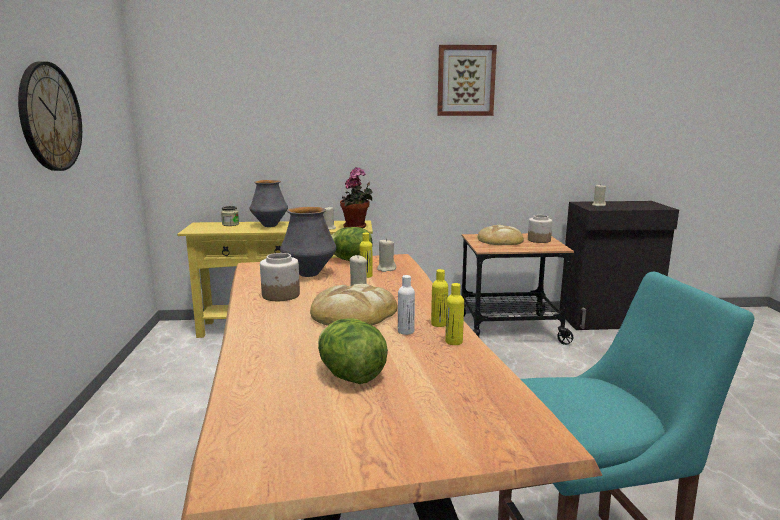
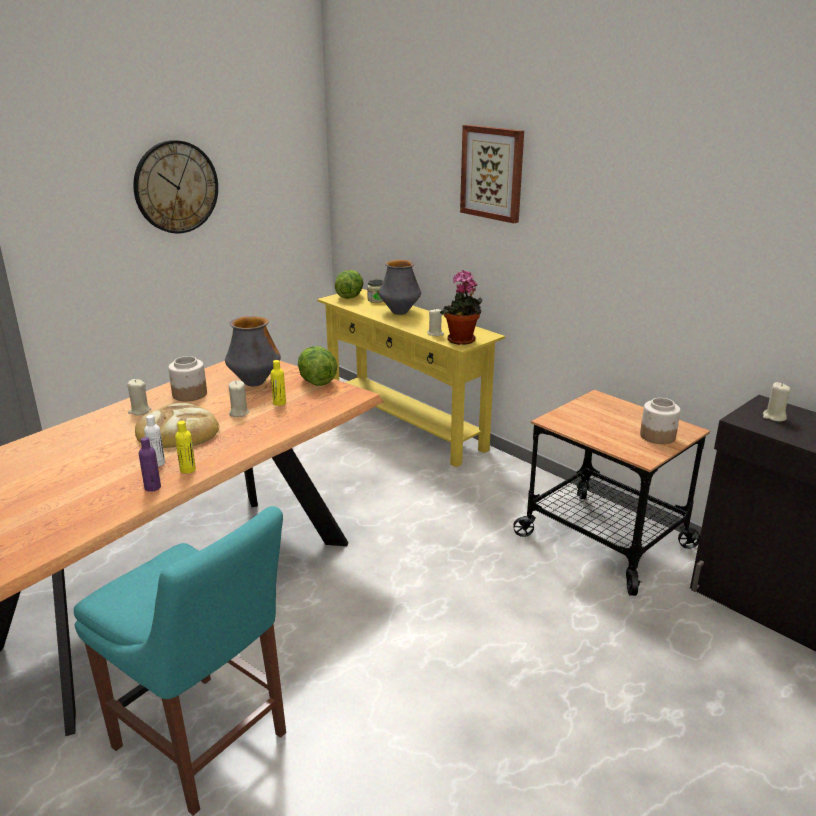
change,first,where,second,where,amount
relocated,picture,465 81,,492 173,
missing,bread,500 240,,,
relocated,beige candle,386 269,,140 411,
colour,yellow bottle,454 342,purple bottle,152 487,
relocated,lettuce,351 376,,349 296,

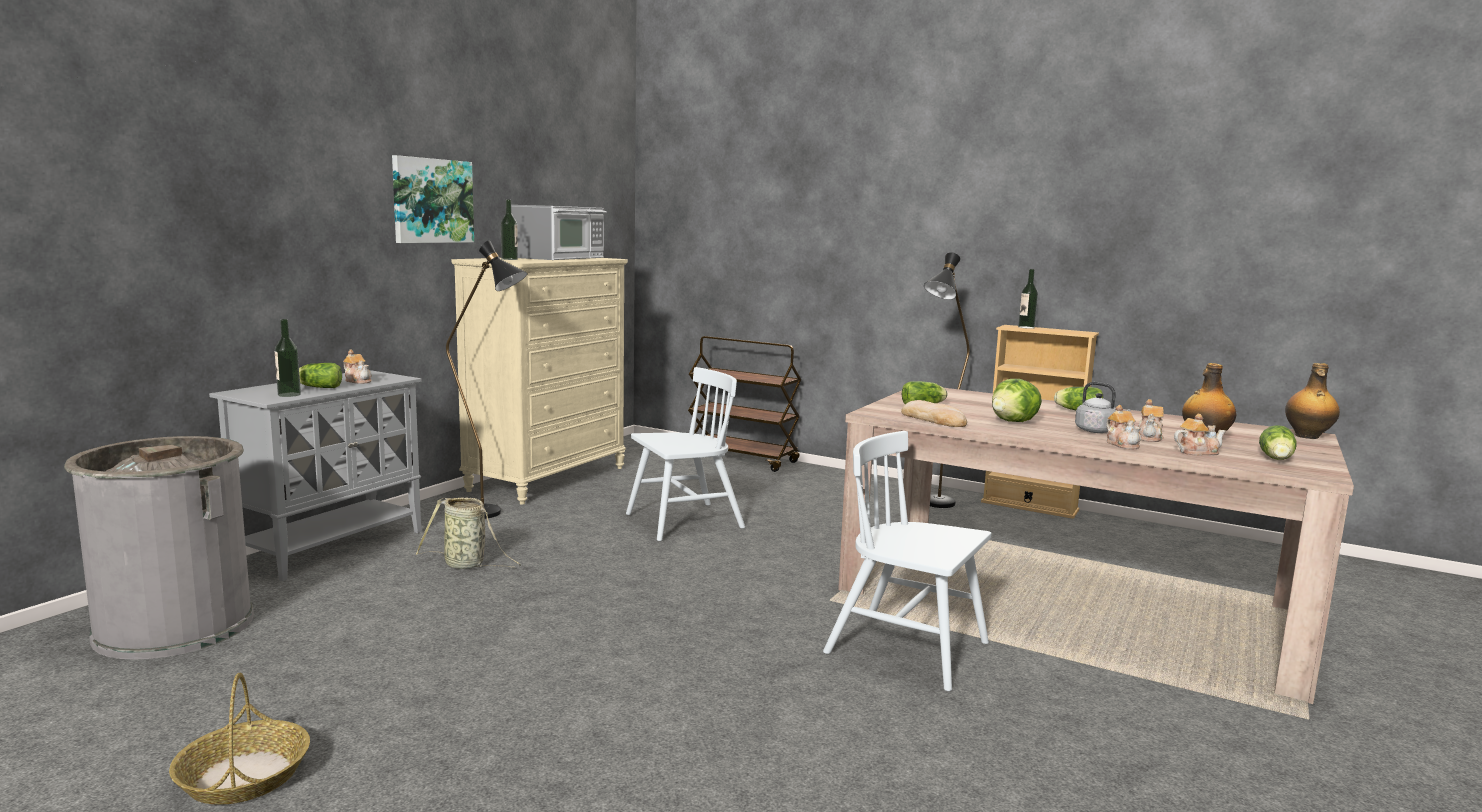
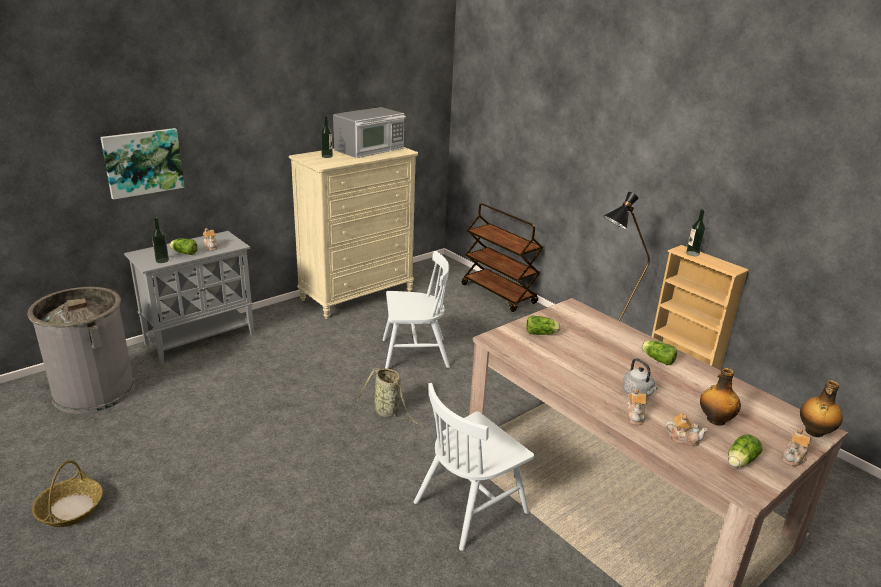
change,first,where,second,where,amount
relocated,picture,432 201,,143 162,
missing,black floor lamp,494 515,,,
missing,lettuce,1014 422,,,
relocated,teapot,1149 438,,793 457,
missing,bread,934 419,,,
spun,white chair,908 648,,471 506,90 degrees counterclockwise
relocated,basket,467 565,,388 412,

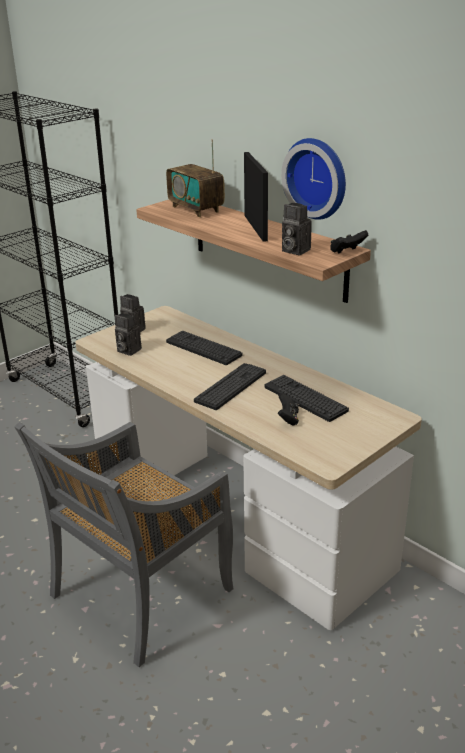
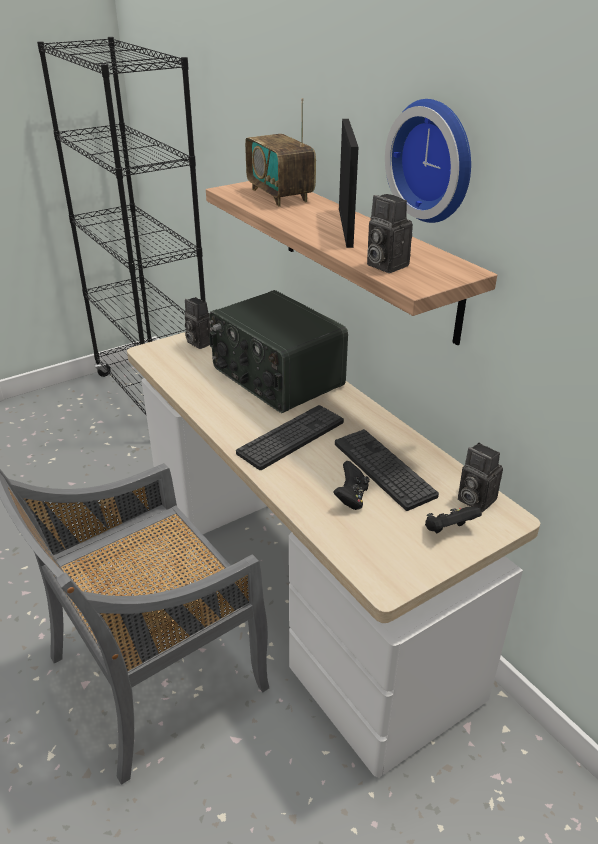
change,first,where,second,where,amount
relocated,black game controller,347 251,,448 530,
relocated,photo camera,127 350,,473 499,
exchanged,keyboard,203 348,radio,276 377,

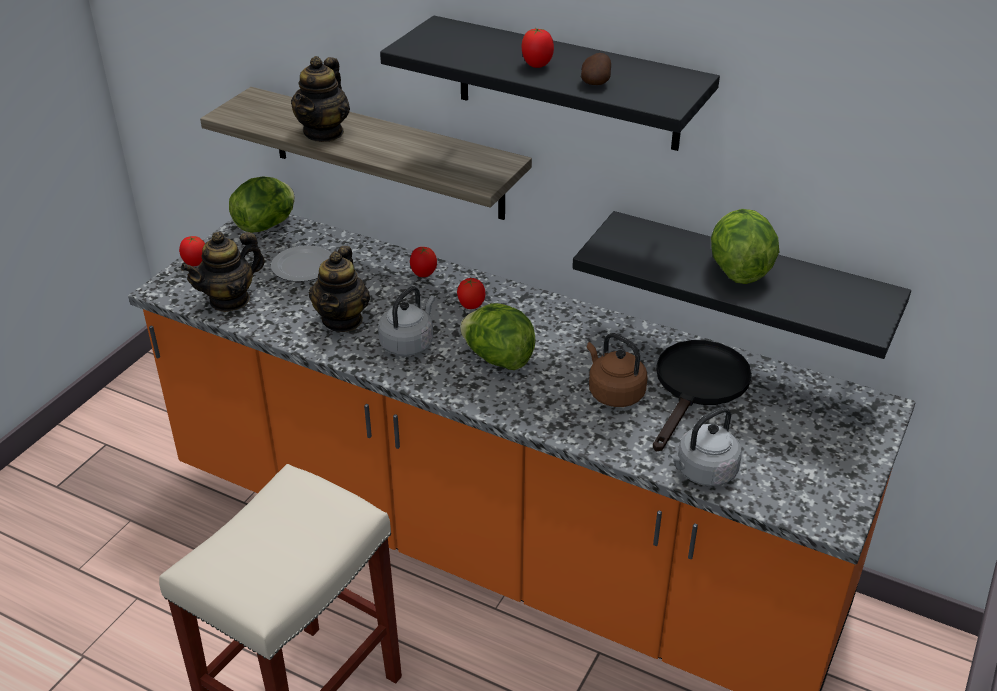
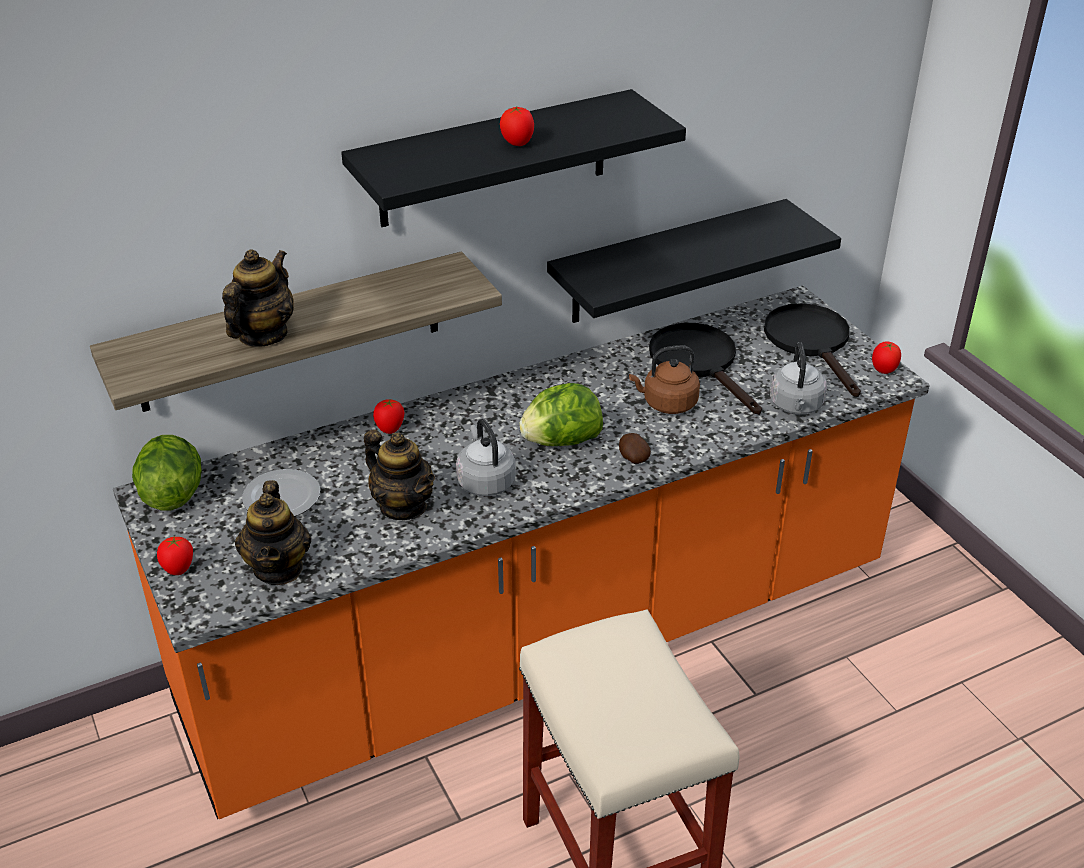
change,first,where,second,where,amount
relocated,potato,596 82,,632 458,
spun,teapot,324 132,,263 335,120 degrees counterclockwise
missing,lettuce,738 270,,,
relocated,tomato,471 306,,883 371,
appeared,,,black frying pan,812 343,

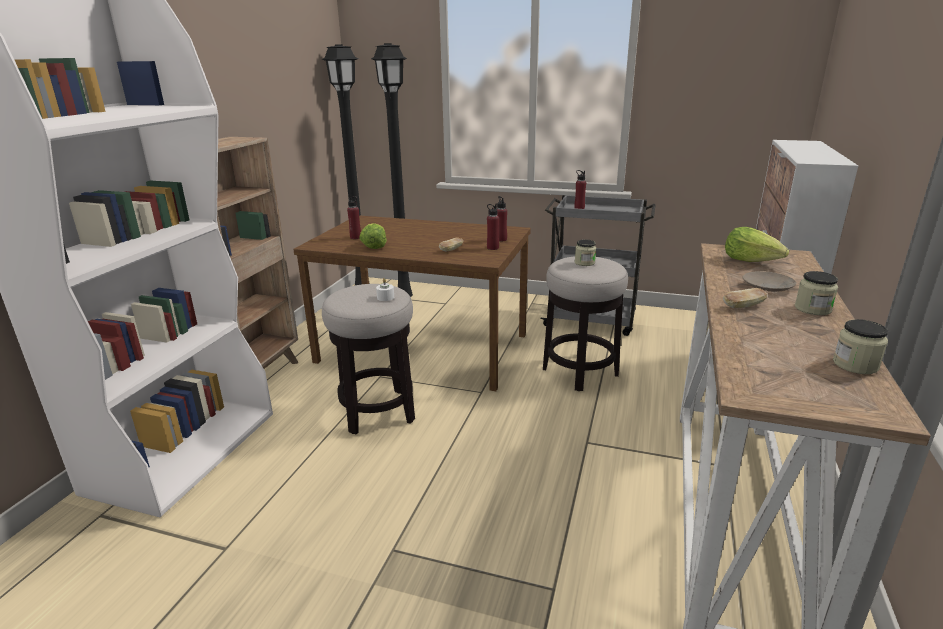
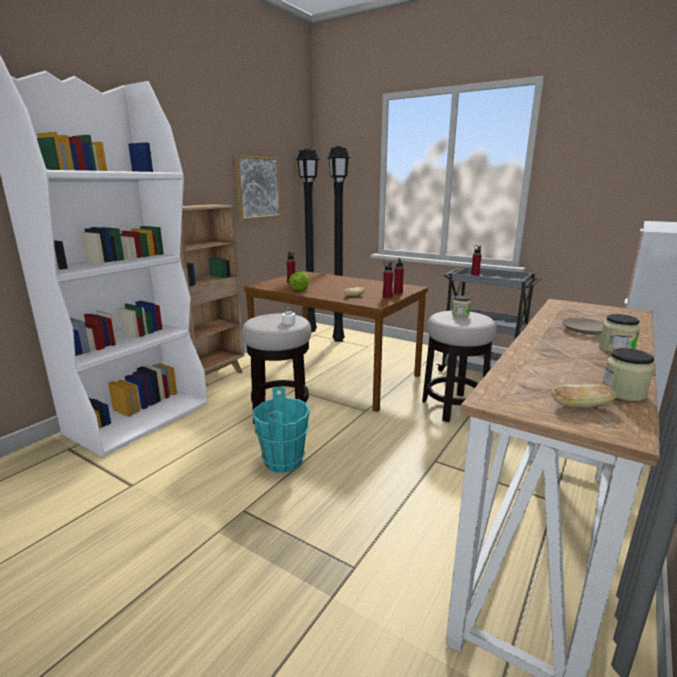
change,first,where,second,where,amount
missing,lettuce,751 261,,,
relocated,bread,743 306,,580 406,
appeared,,,picture,257 188,
appeared,,,turquoise bucket,284 461,

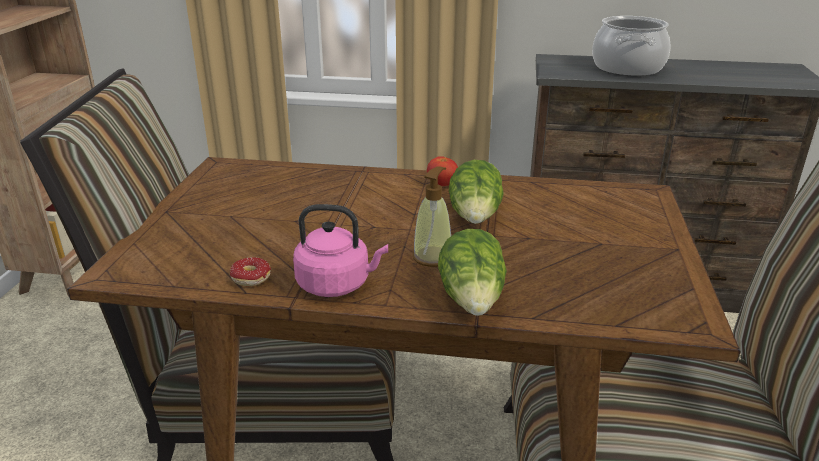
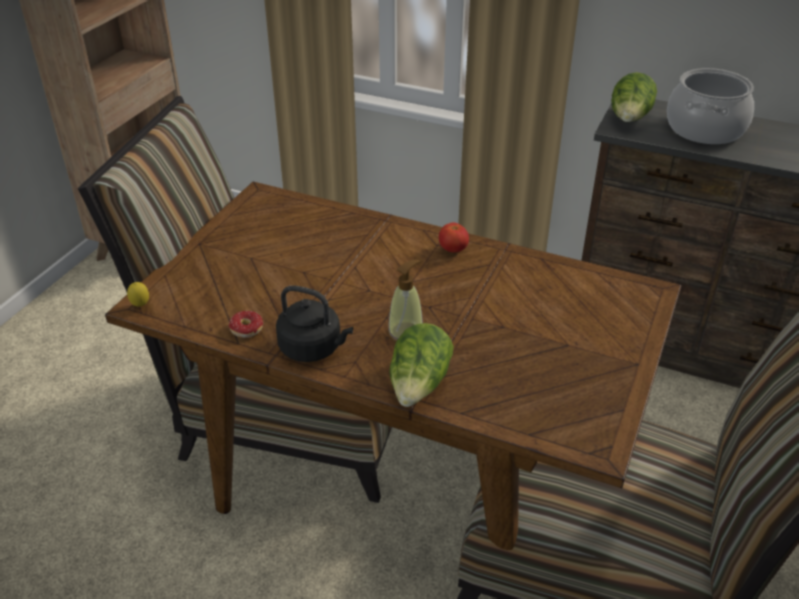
change,first,where,second,where,amount
relocated,lettuce,475 217,,630 118,
colour,pink kettle,337 284,black kettle,313 348,
appeared,,,lemon,141 306,

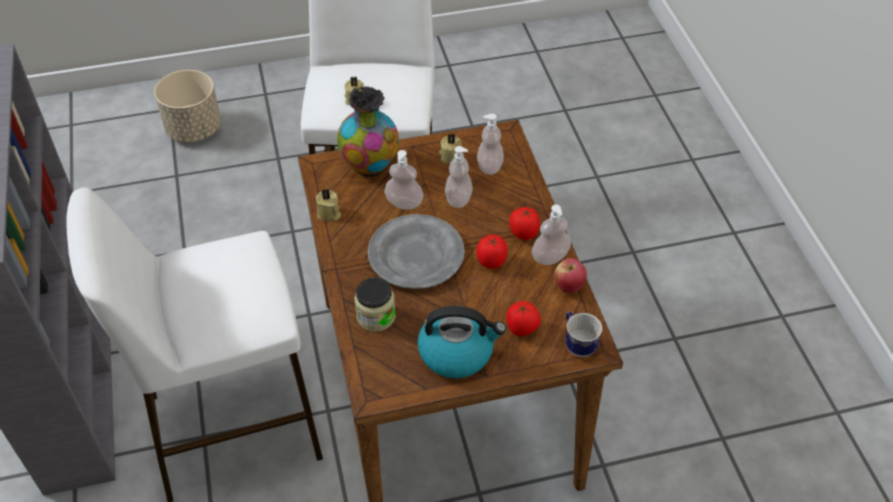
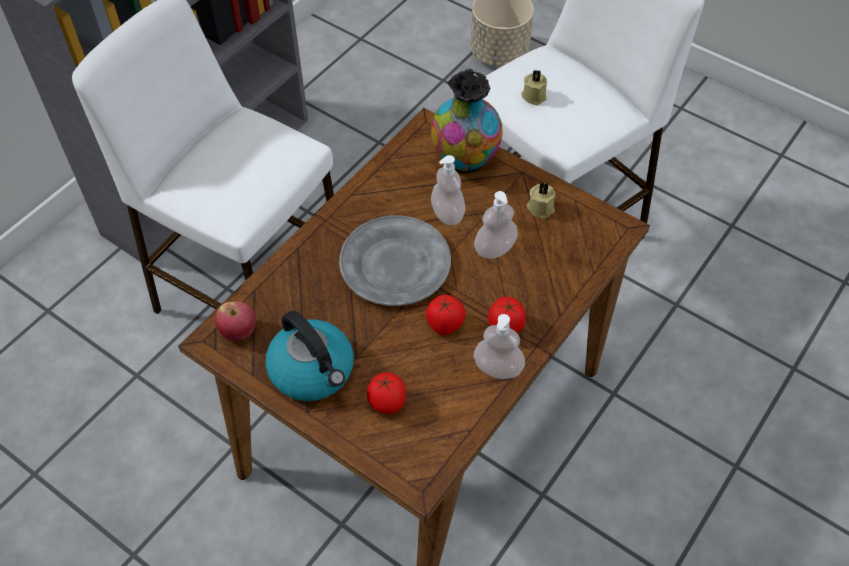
change,first,where,second,where,amount
missing,soap dispenser,489 166,,,
missing,beige candle,329 213,,,
relocated,apple,568 286,,239 332,
missing,jar,376 316,,,
missing,mug,577 344,,,

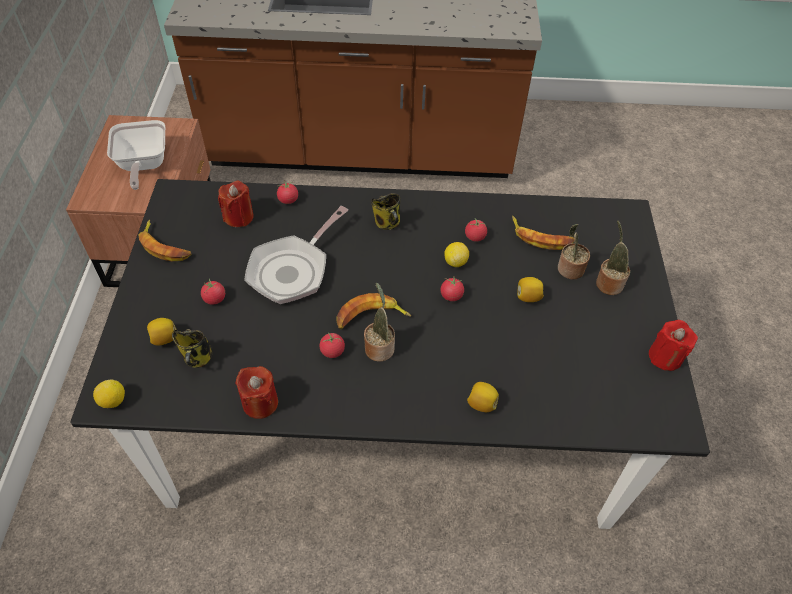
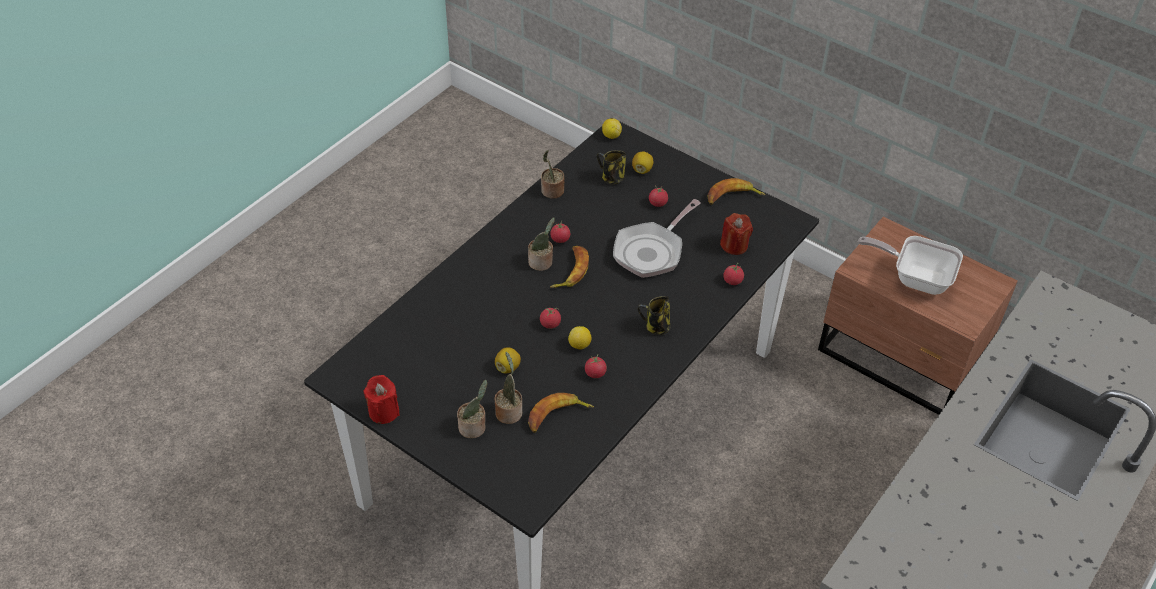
change,first,where,second,where,amount
spun,frying pan,293 270,,651 251,120 degrees counterclockwise
exchanged,red candle,260 403,potted plant,551 192,
missing,lemon,481 403,,,

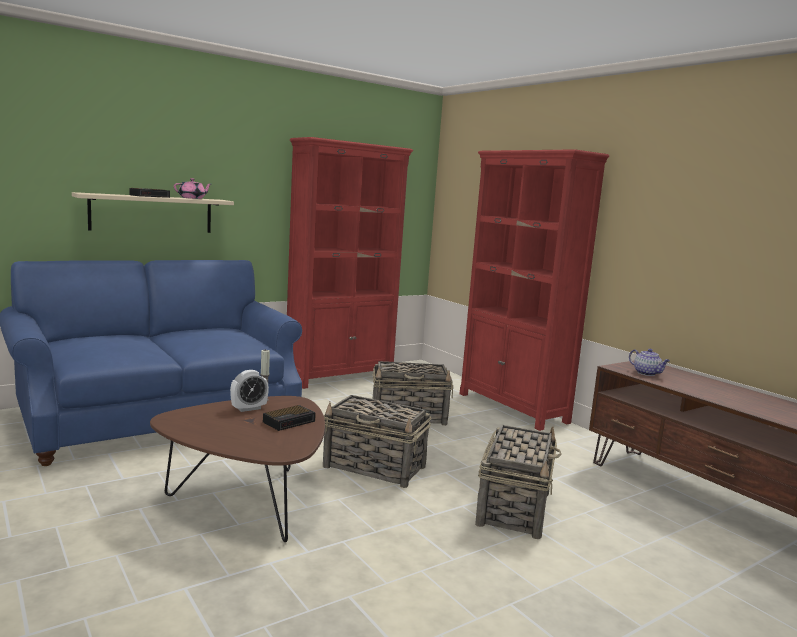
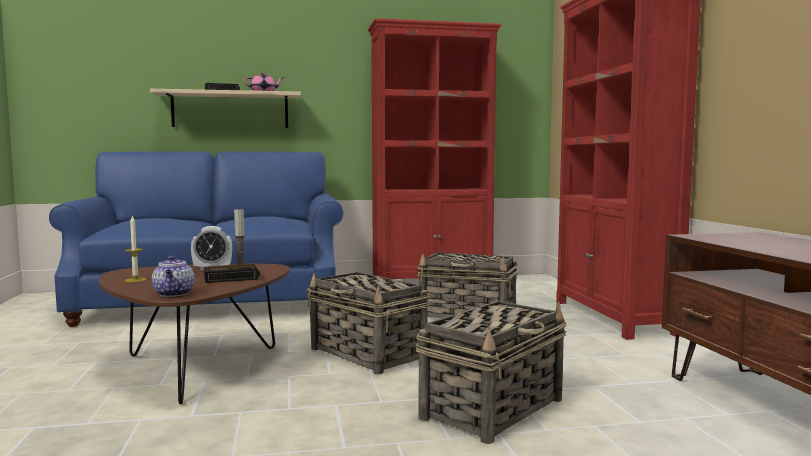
change,first,where,second,where,amount
relocated,teapot,647 373,,174 294,
appeared,,,candle,135 280,

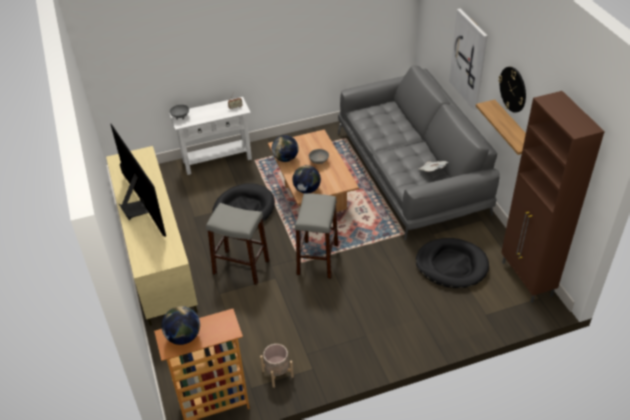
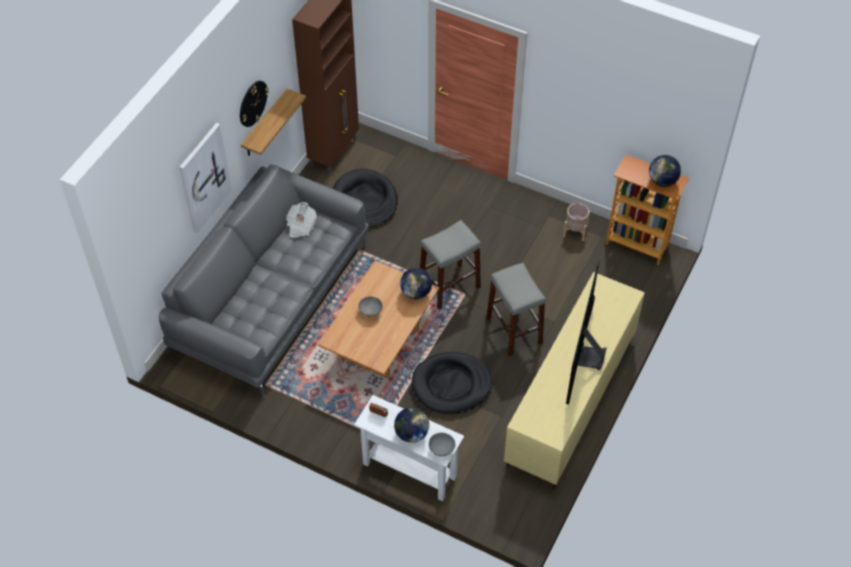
change,first,where,second,where,amount
relocated,globe,285 158,,411 433,

